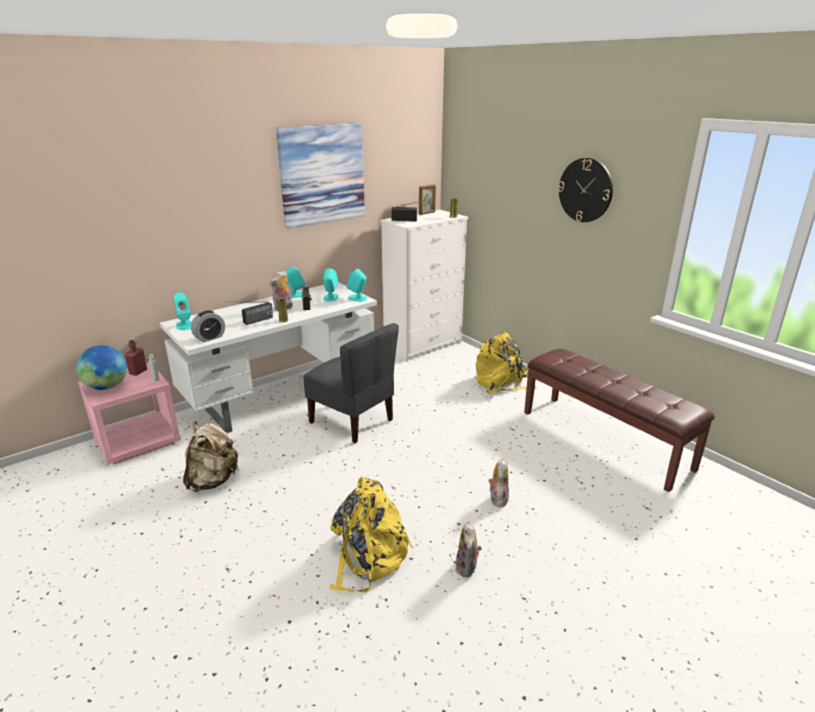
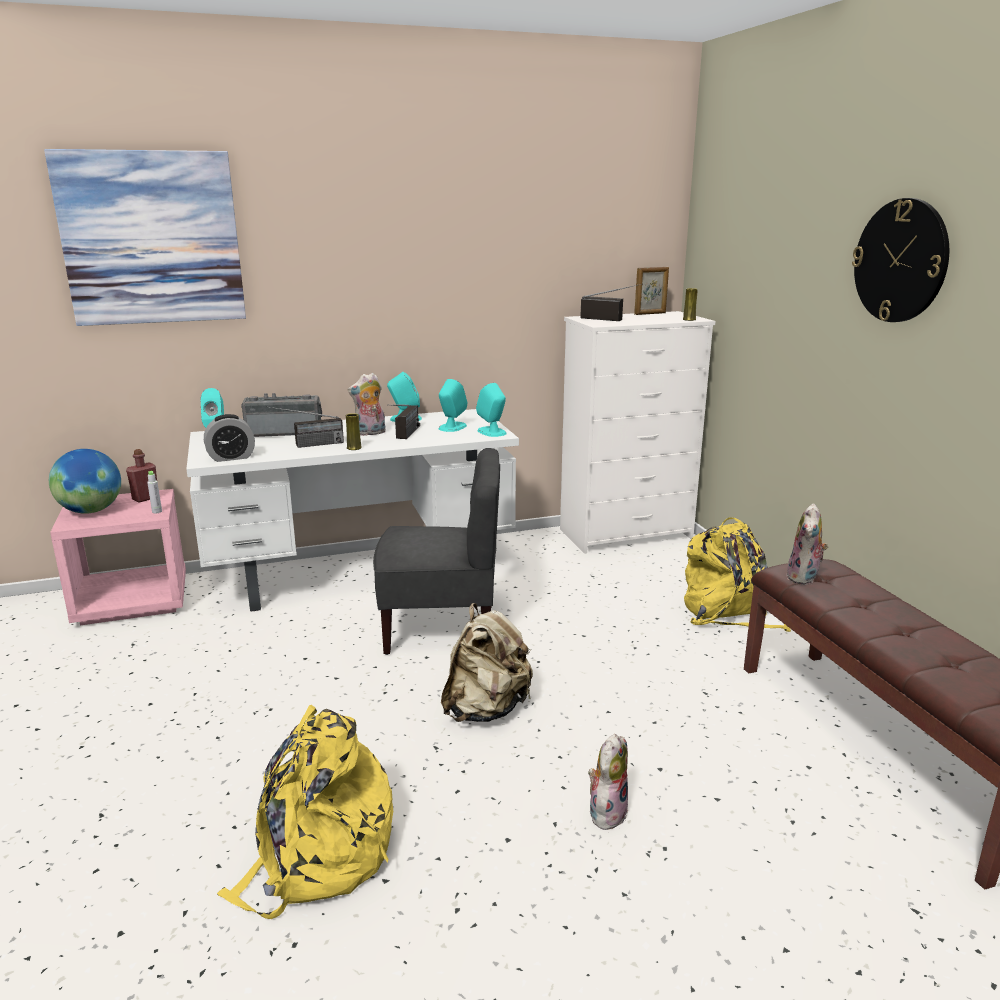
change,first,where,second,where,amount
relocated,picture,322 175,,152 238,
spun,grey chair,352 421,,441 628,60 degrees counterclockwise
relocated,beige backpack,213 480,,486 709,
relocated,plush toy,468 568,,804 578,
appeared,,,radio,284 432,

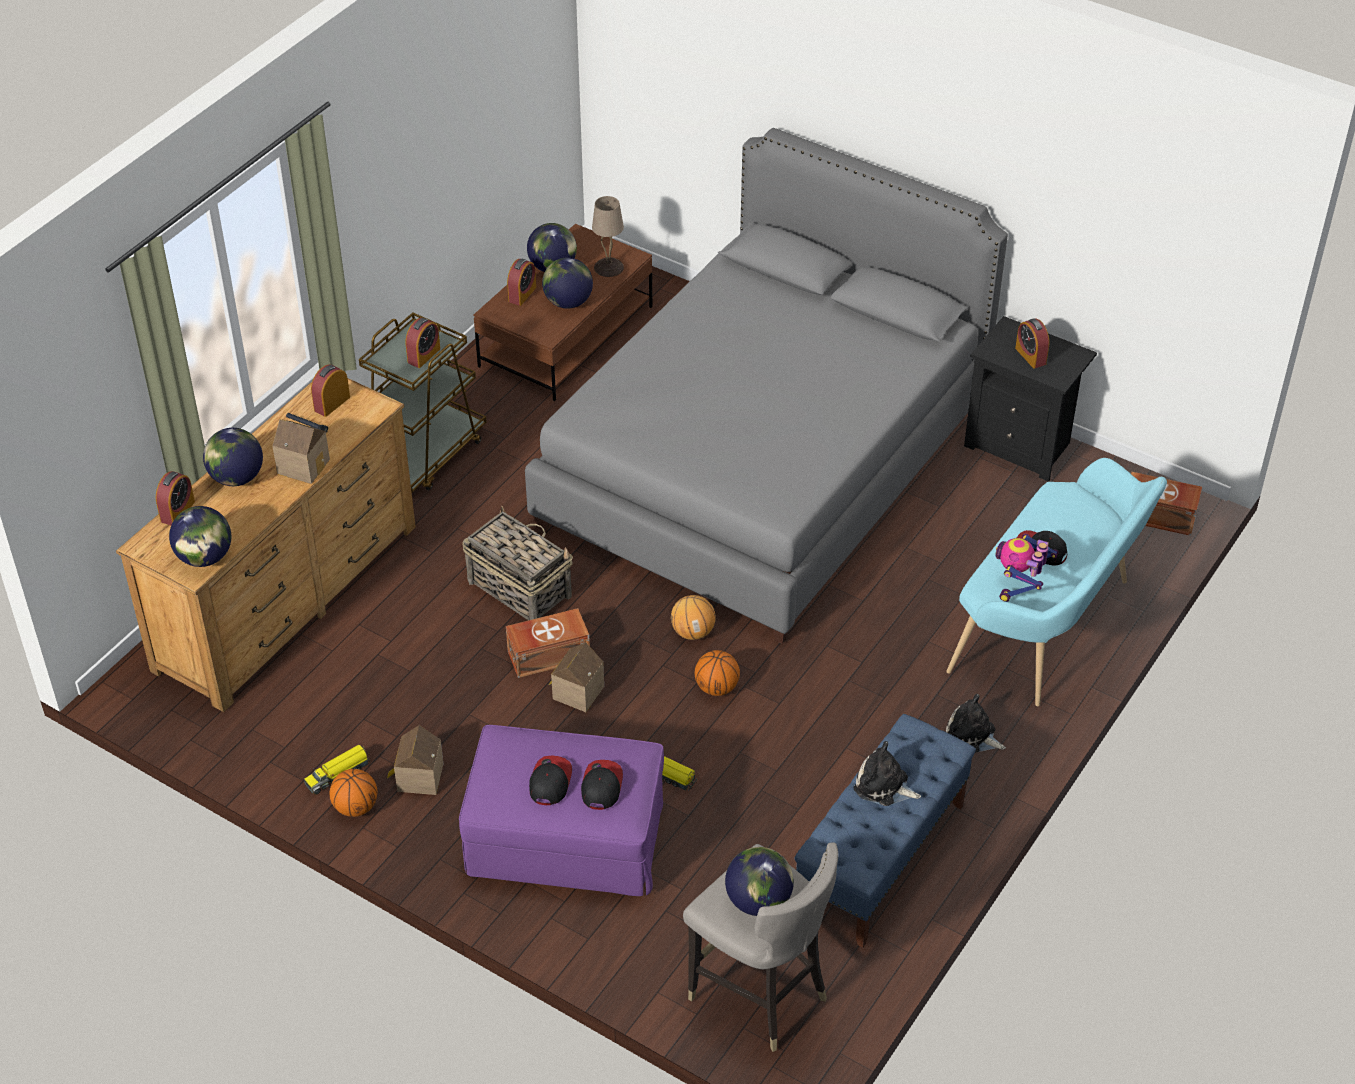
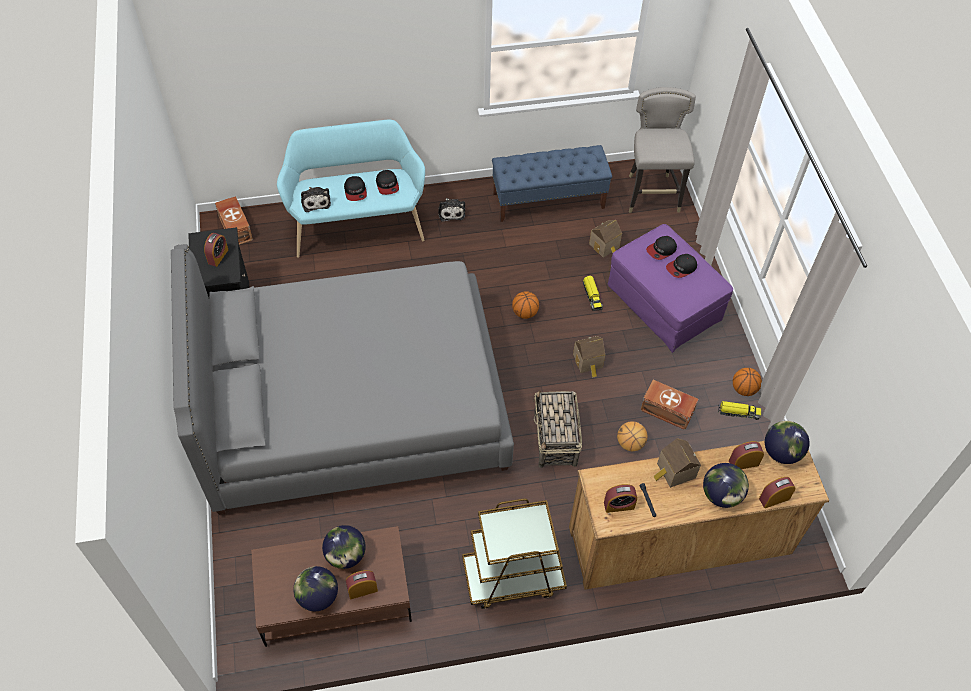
change,first,where,second,where,amount
missing,beige table lamp,609 267,,,
relocated,alarm clock,424 355,,743 463,
exchanged,toy robot,1020 585,cap,387 185,
relocated,basketball,692 632,,630 443,
relocated,brown storage box,547 655,,667 411,
relocated,toy house,417 778,,605 246,
relocated,plush toy,884 786,,315 201,
missing,globe,759 901,,,

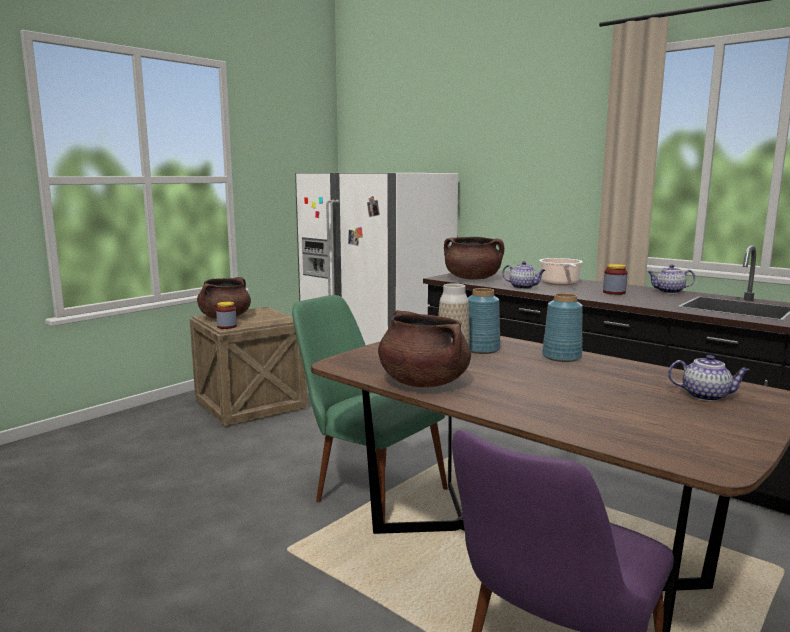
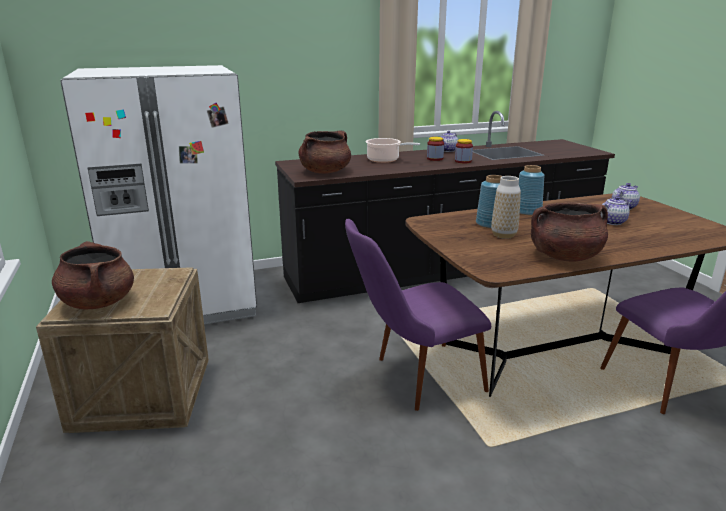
change,first,where,second,where,amount
relocated,teapot,523 287,,612 222,
colour,green chair,366 488,purple chair,413 379,
relocated,jar,227 326,,463 161,

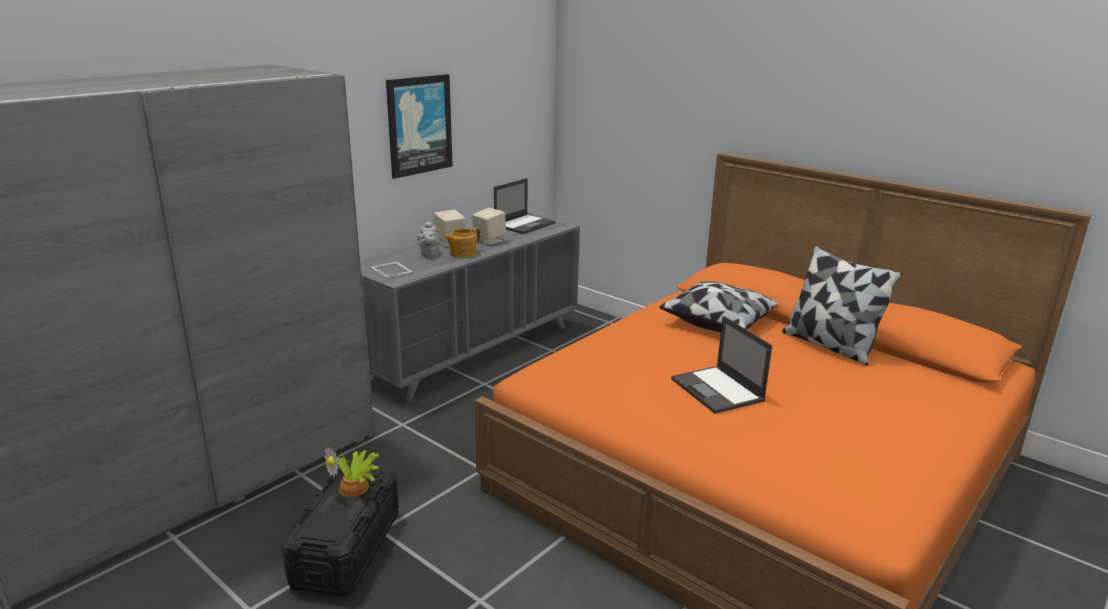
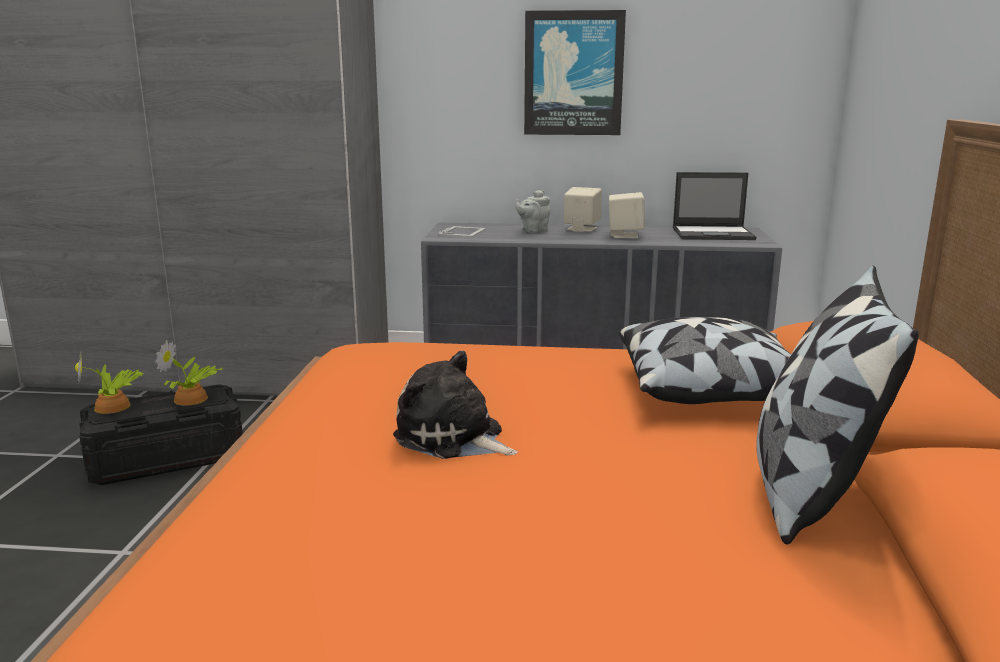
change,first,where,second,where,amount
missing,teapot,462 253,,,
exchanged,laptop,718 390,plush toy,453 438,
appeared,,,potted plant,114 407,

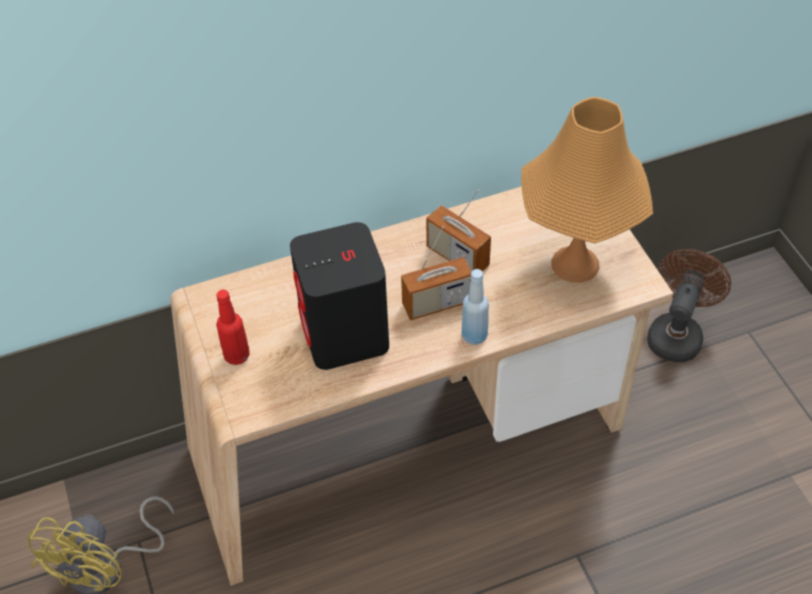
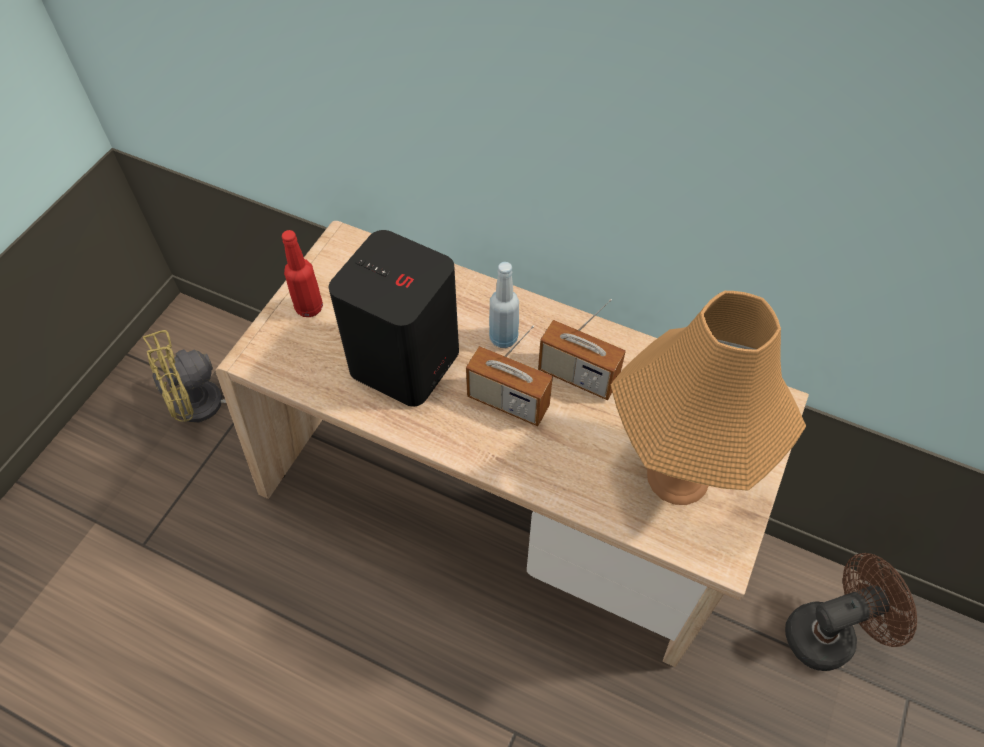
change,first,where,second,where,amount
spun,radio,457 257,,578 376,60 degrees counterclockwise
relocated,blue bottle,474 336,,503 338,

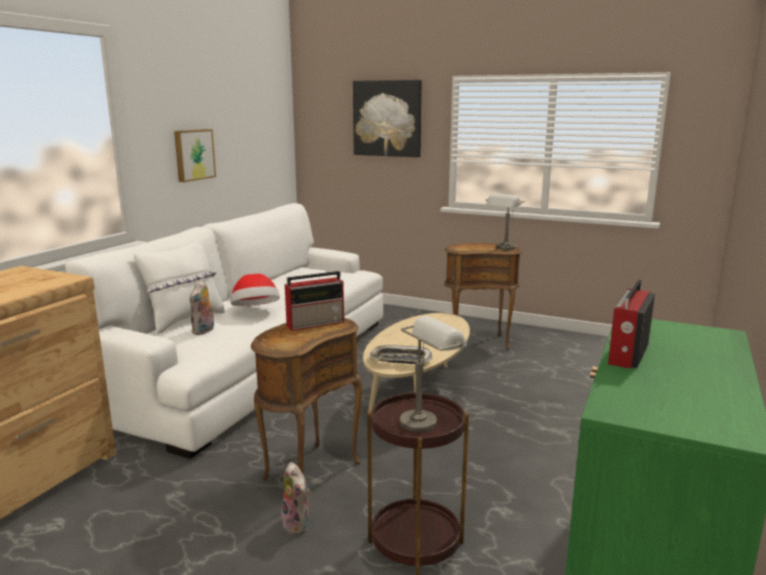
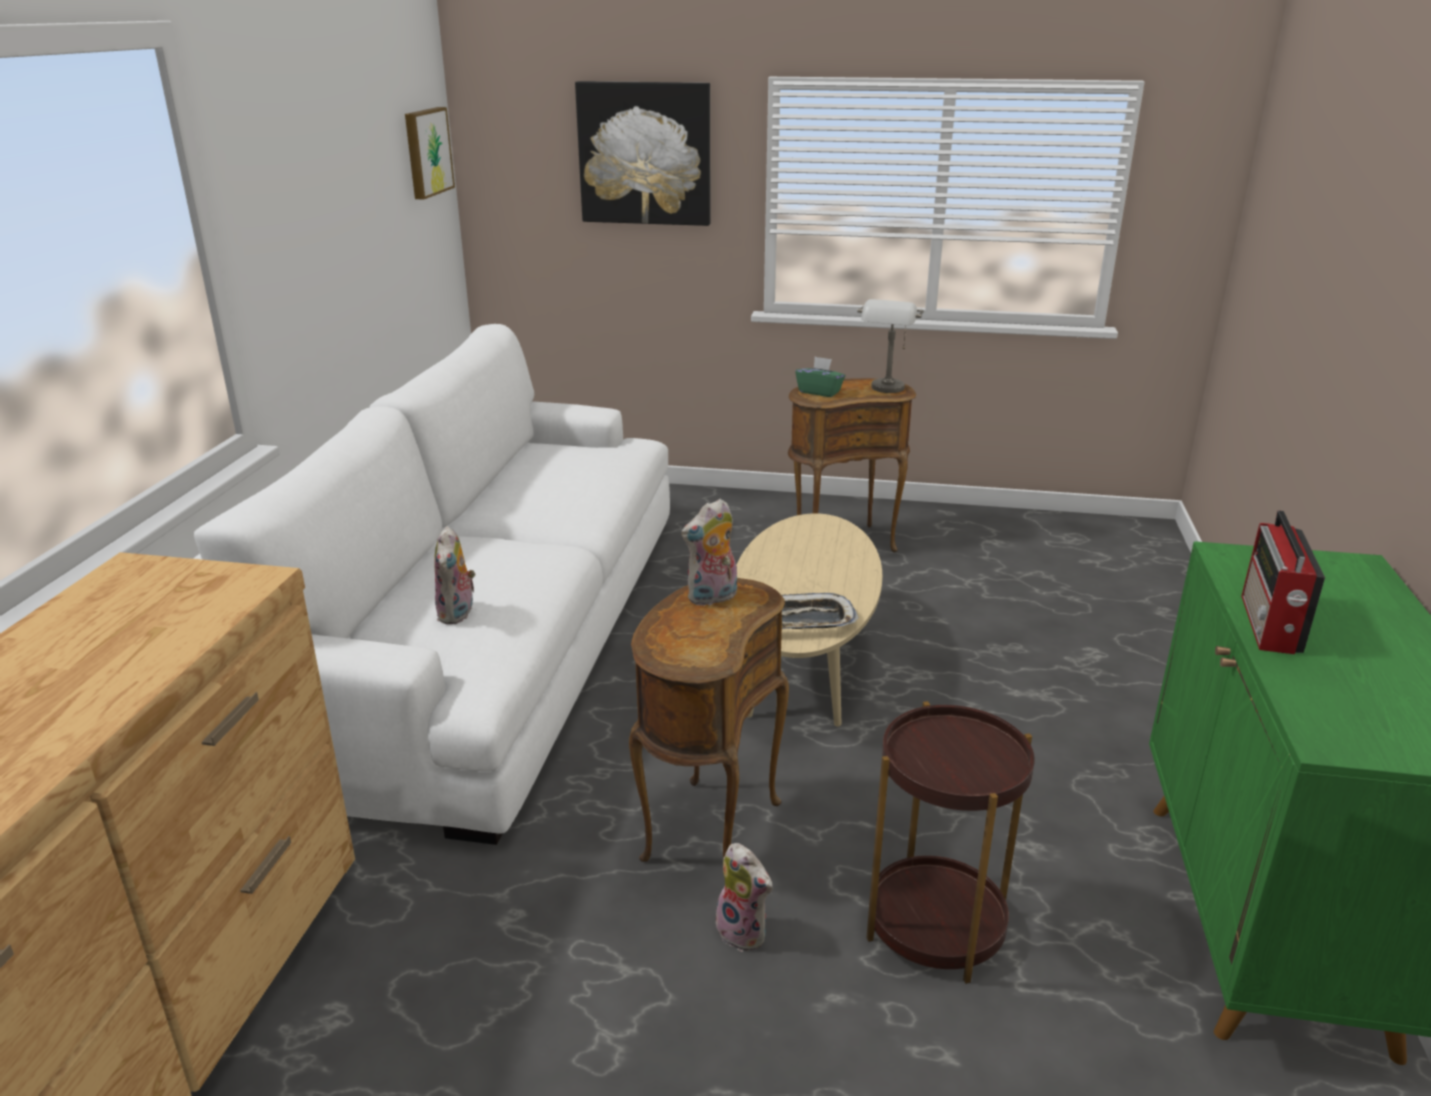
change,first,where,second,where,amount
relocated,picture,193 154,,426 152,
missing,white pillow,185 320,,,
exchanged,radio,316 323,plush toy,712 598,
missing,hat,255 311,,,
missing,grey table lamp,428 419,,,
appeared,,,green tissue box,819 392,

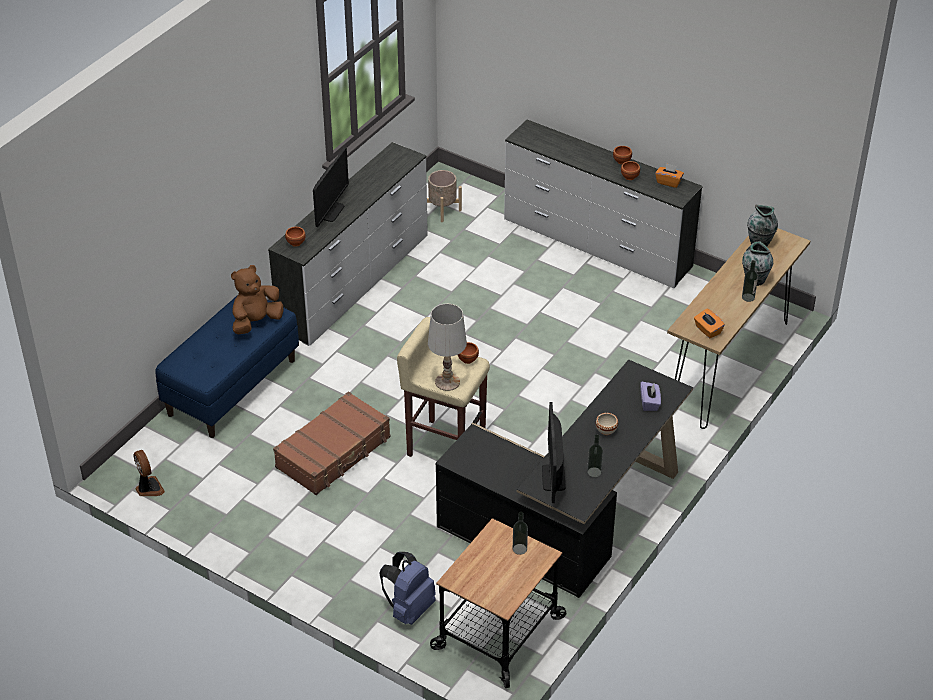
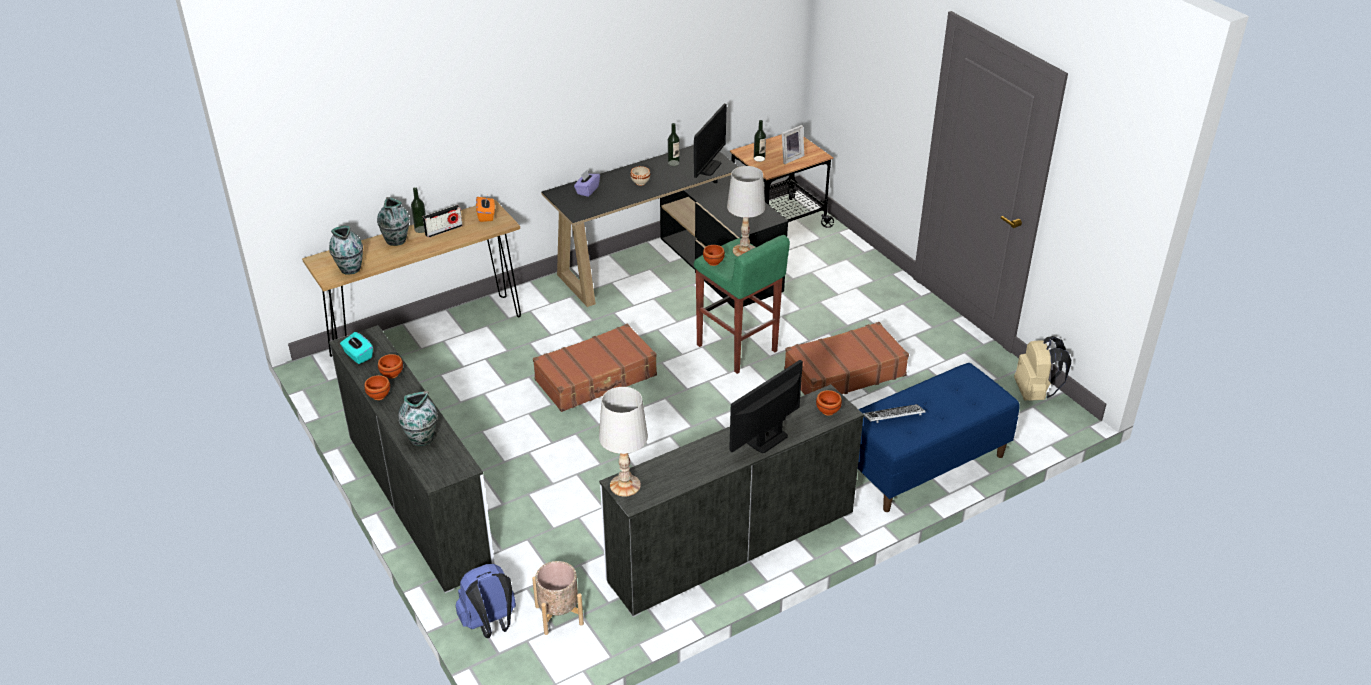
change,first,where,second,where,amount
colour,orange tissue box,668 182,turquoise tissue box,358 356,
exchanged,brown plush toy,256 322,keyboard,893 416,
colour,beige stool,445 445,green stool,737 349,
exchanged,fan,148 488,beige backpack,1035 393,
relocated,blue backpack,409 609,,490 624,
appeared,,,picture frame,790 158,
appeared,,,radio,444 230,
appeared,,,brown suitcase,596 378,
appeared,,,white table lamp,625 485,
appeared,,,vase,421 439,

